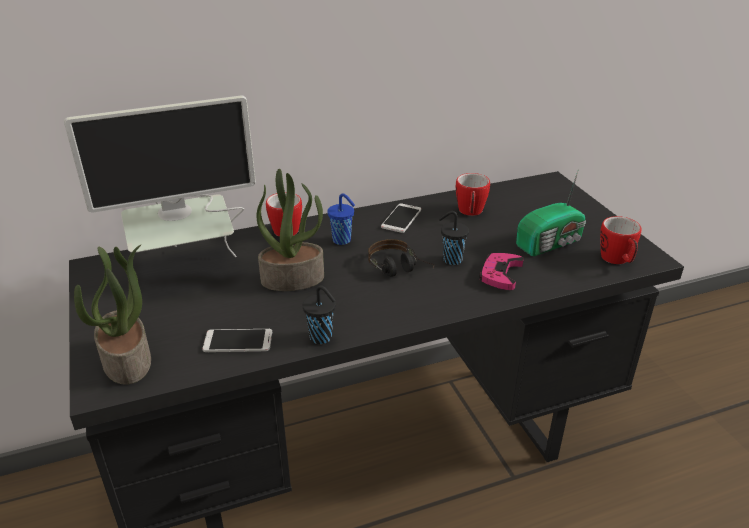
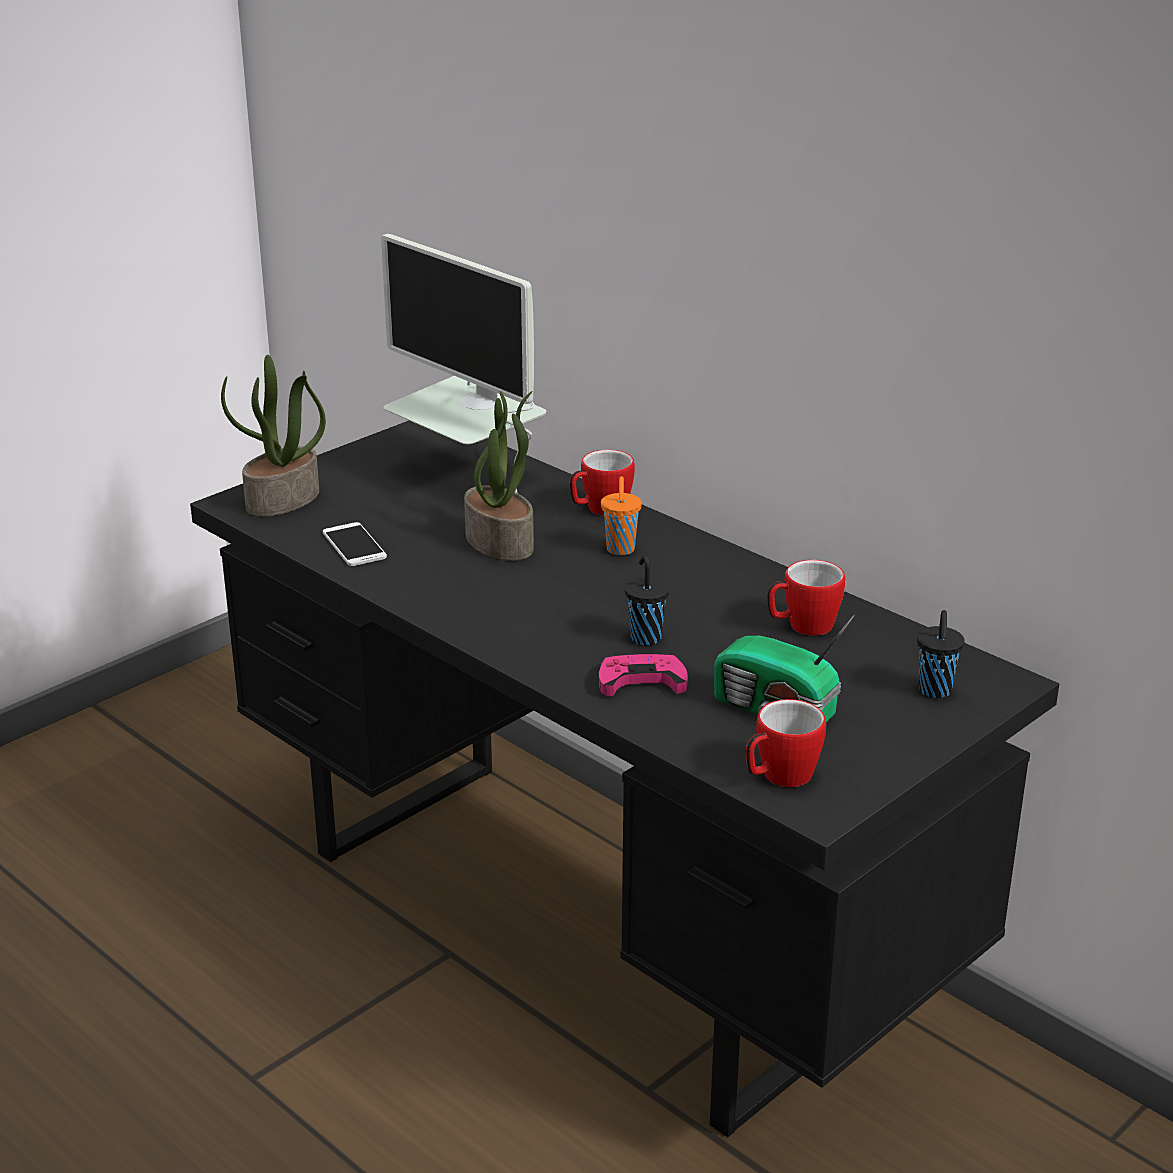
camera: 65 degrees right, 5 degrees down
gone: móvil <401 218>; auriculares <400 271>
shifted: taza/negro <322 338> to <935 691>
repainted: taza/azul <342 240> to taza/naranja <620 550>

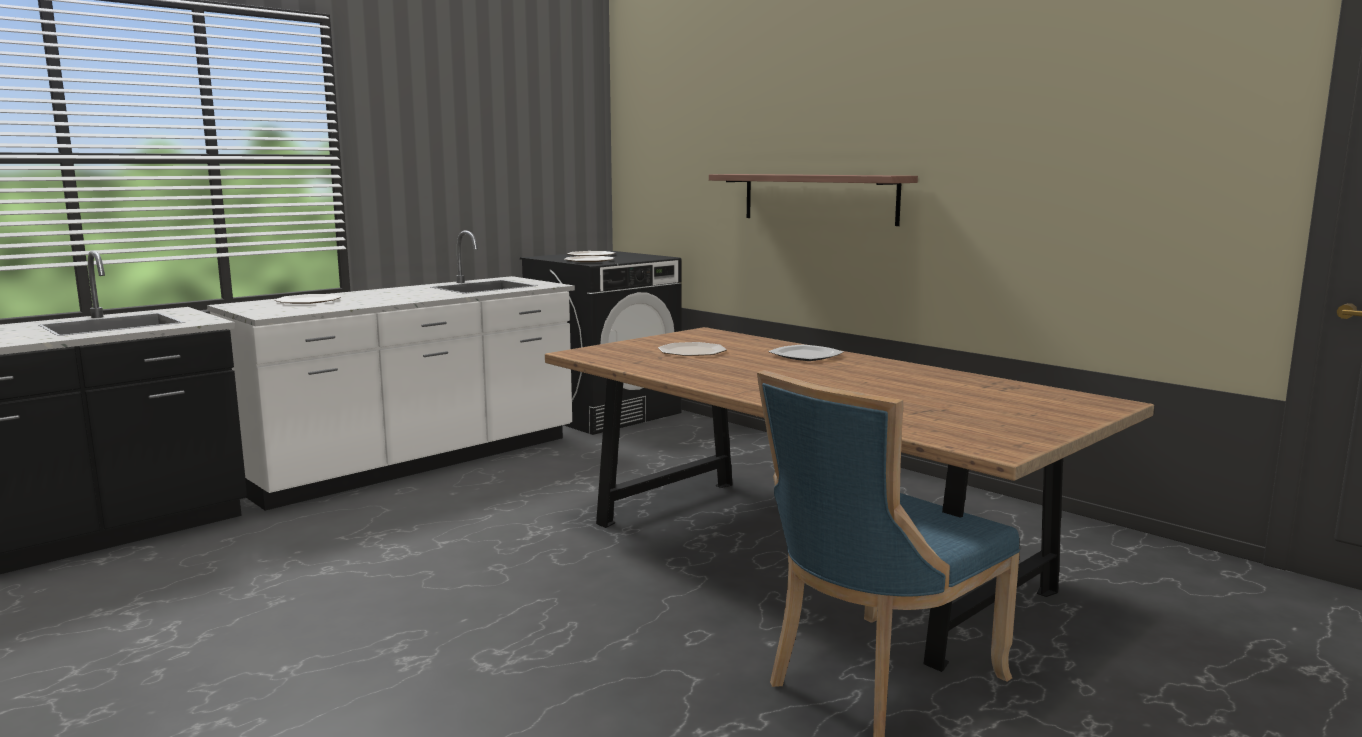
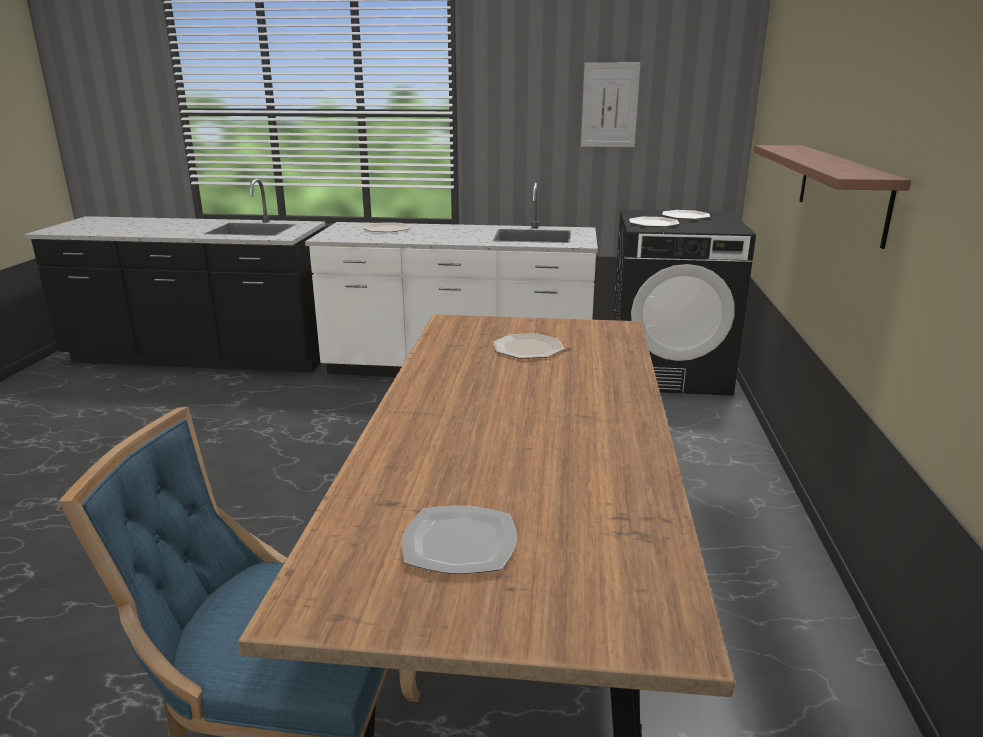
camera: 50 degrees right, 10 degrees up
new: cuadro <609 105>
shifted: plato <806 355> to <460 543>

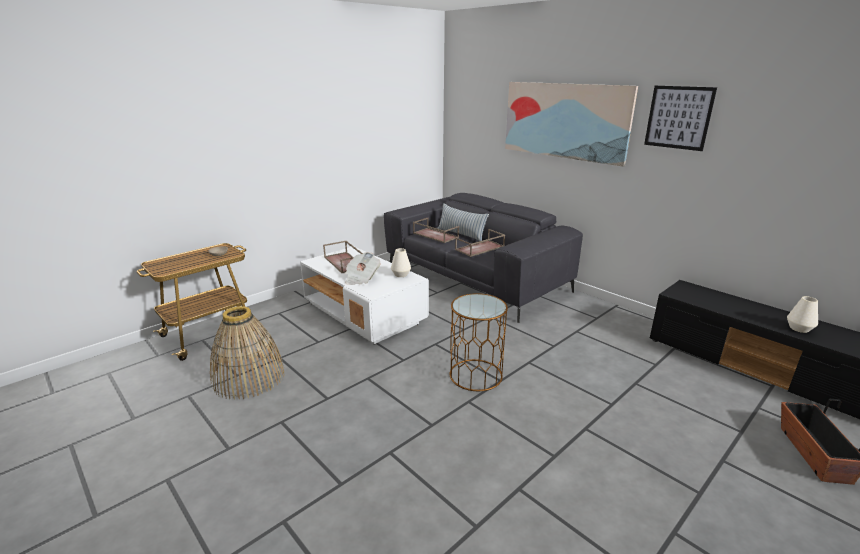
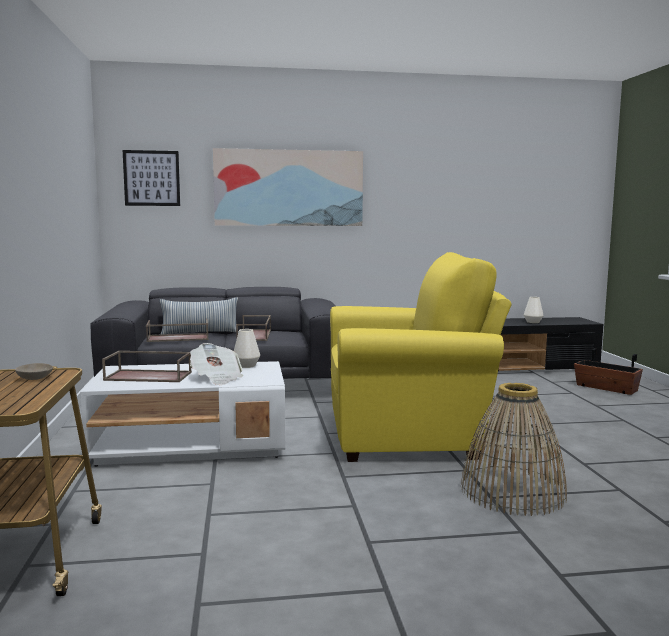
camera: 55 degrees left, 15 degrees down
shifted: cuadro <678 117> to <151 178>; cesta <248 377> to <512 492>
swapped: mesa auxiliar/marrón <475 375> to sillón/amarillo <409 434>

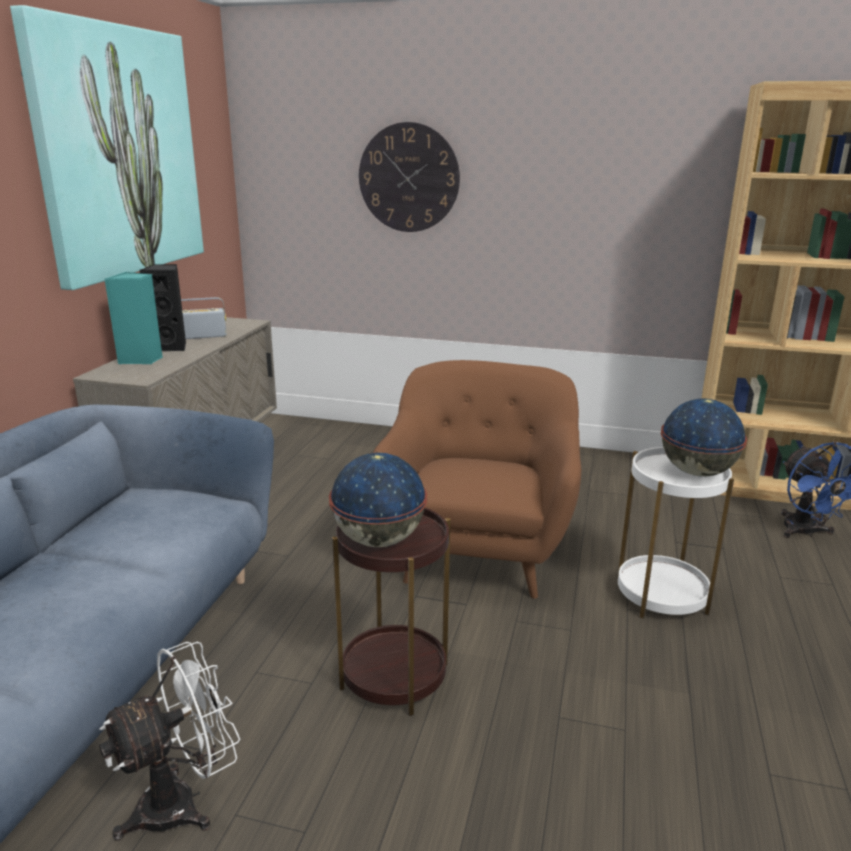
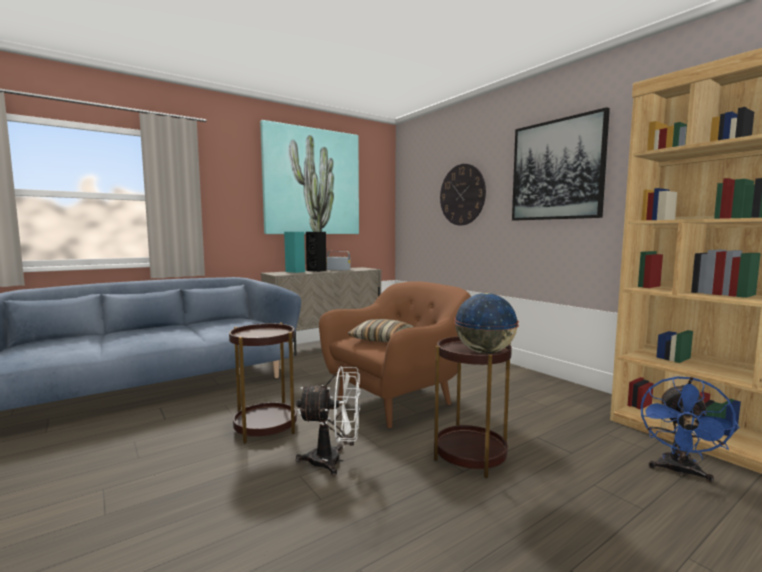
camera: 40 degrees right, 15 degrees down
gone: globo terráqueo <378 540>
new: cuadro <556 170>; cojín <381 339>
shifted: ventilador/blanco <183 802> to <333 461>
repainted: mesa auxiliar/blanco <661 595> to mesa auxiliar/marrón <470 456>

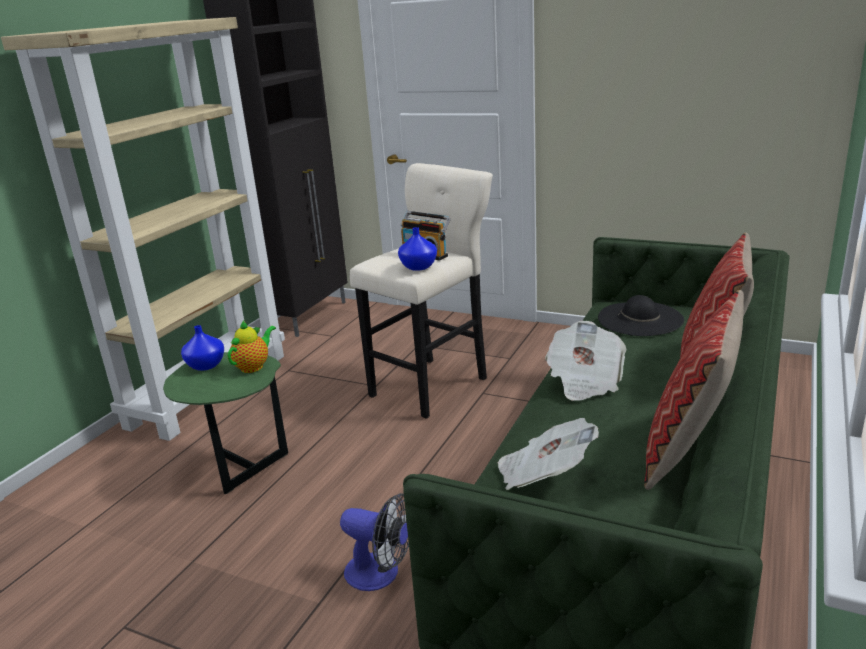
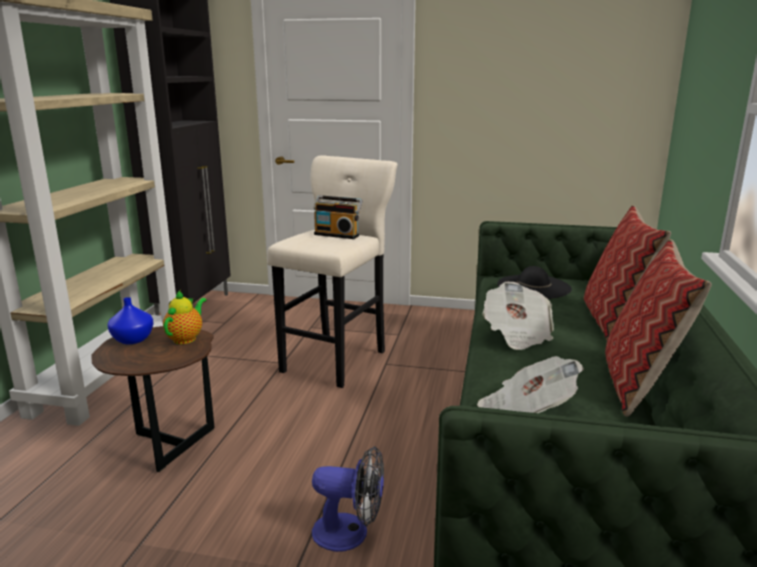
camera: 15 degrees left, 5 degrees down
gone: florero/azul <418 267>
repainted: mesa auxiliar/verde <240 466> to mesa auxiliar/marrón <166 444>

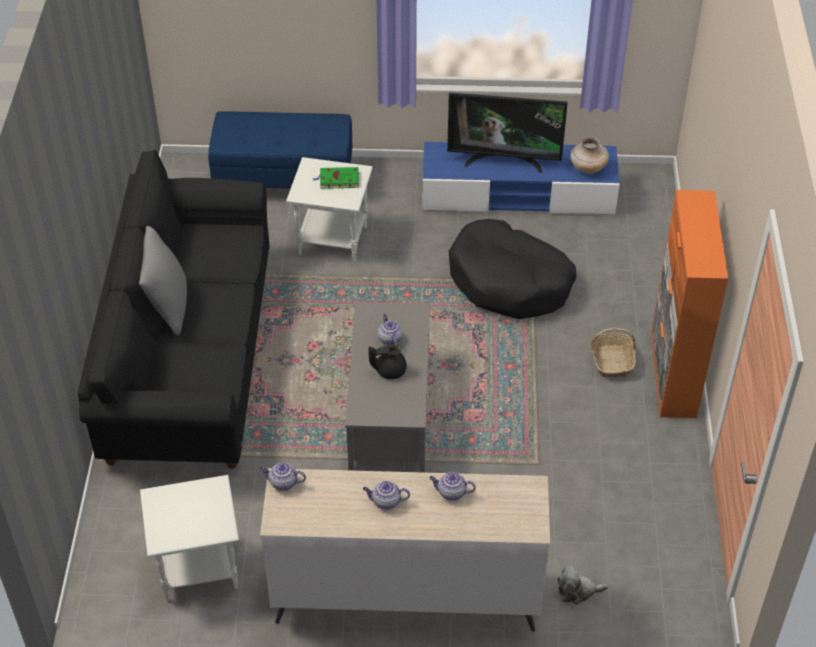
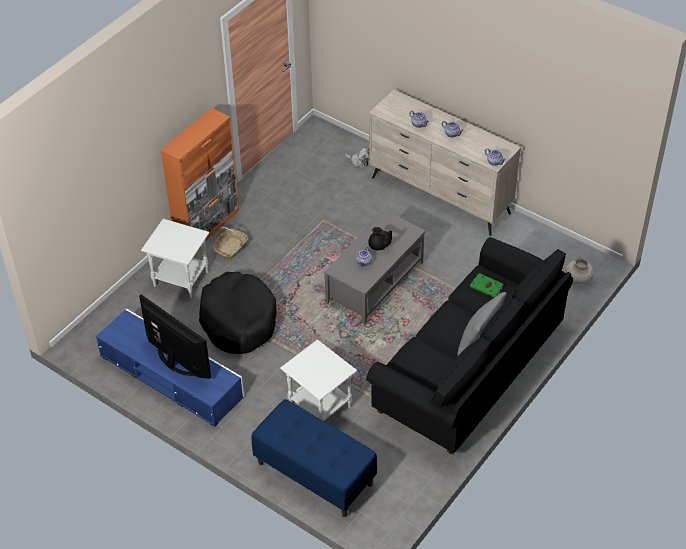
camera: 145 degrees left, 0 degrees up
shifted: florero/beis <587 168> to <578 279>; libro/verde <338 180> to <487 287>; mesa auxiliar/blanco <197 568> to <181 279>

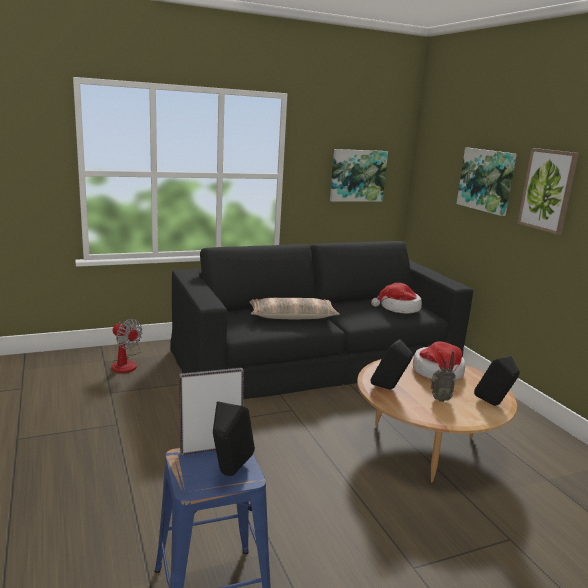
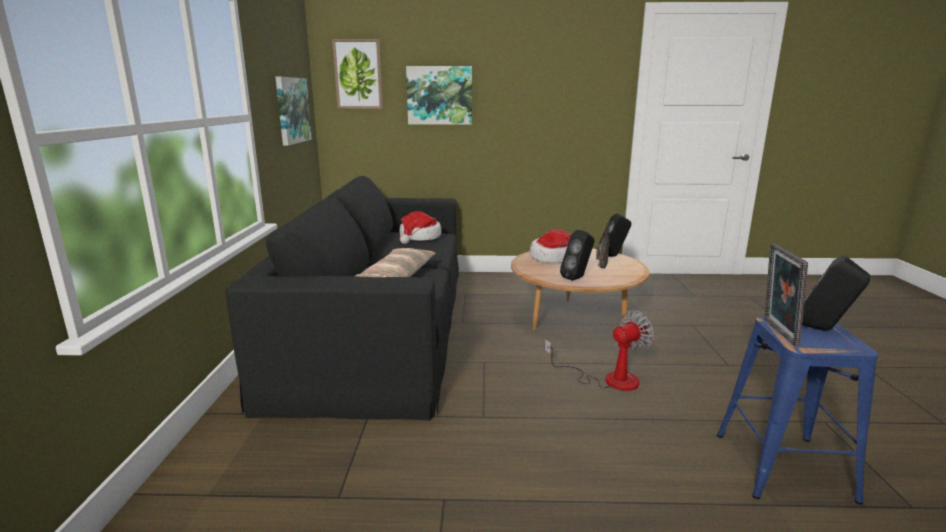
camera: 65 degrees left, 0 degrees up
shifted: cuadro <548 190> to <358 74>; ventilador <126 363> to <608 379>

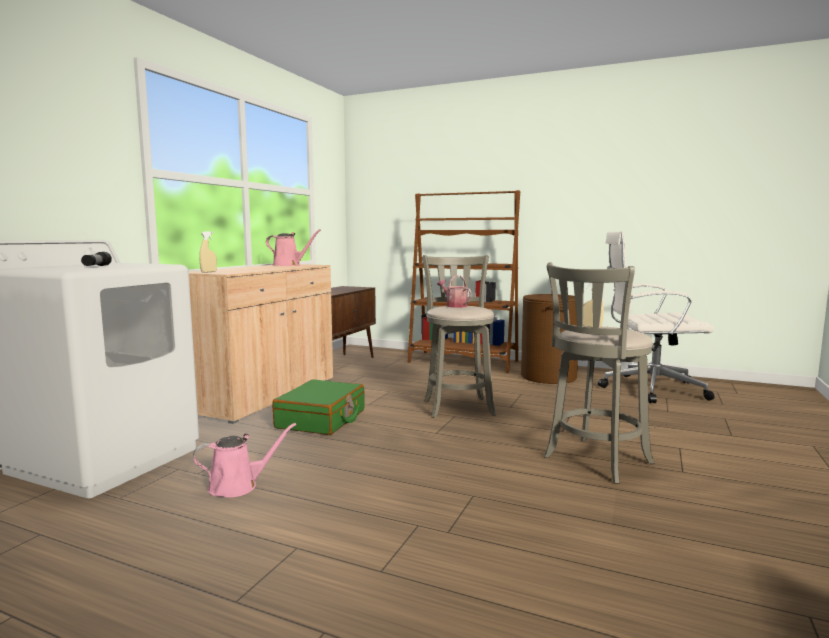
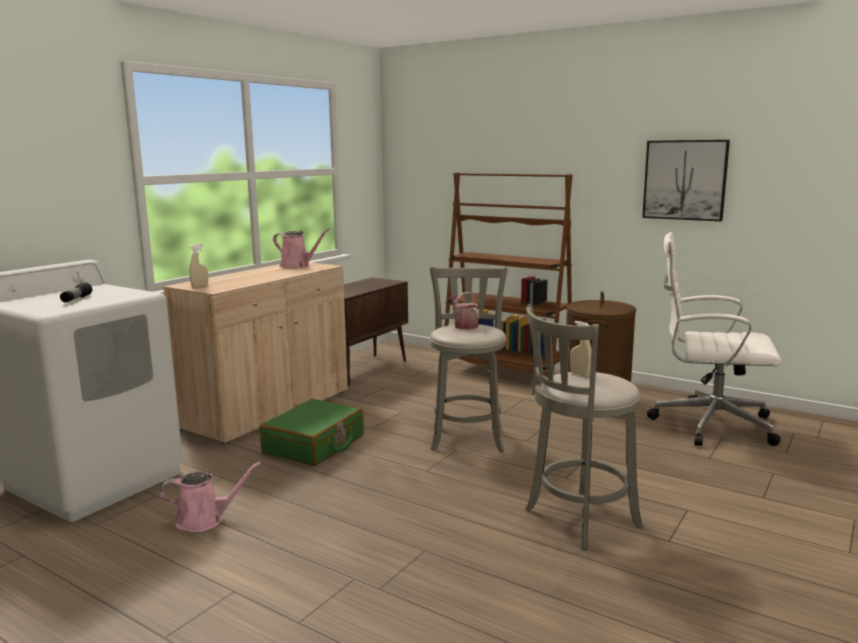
camera: 10 degrees right, 5 degrees up
new: cuadro <685 180>

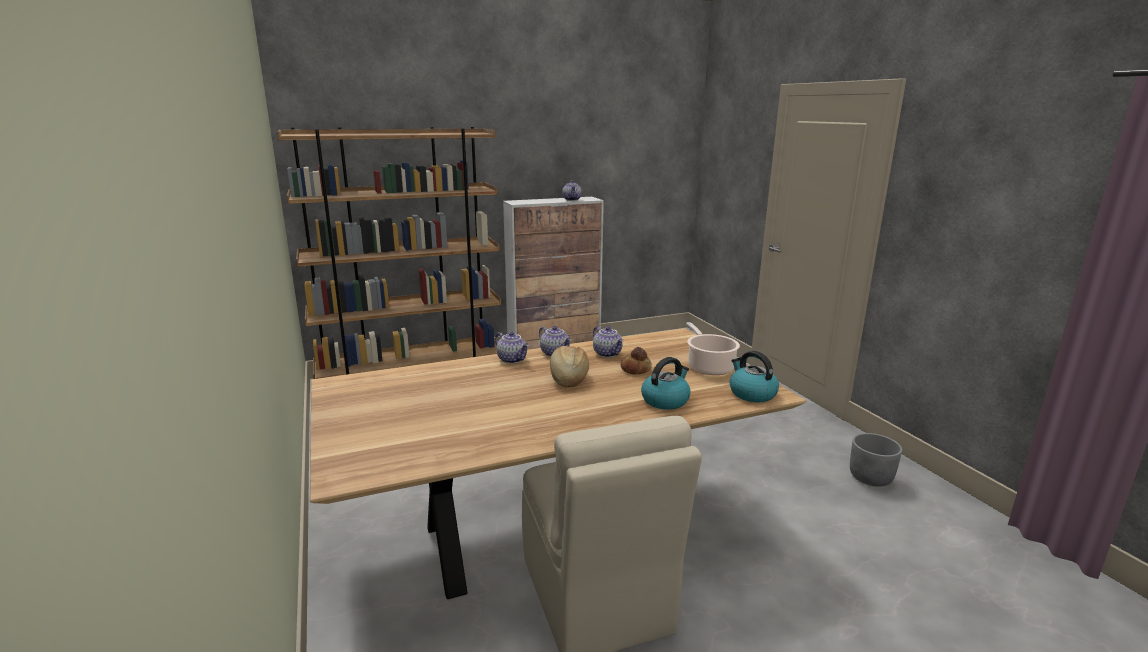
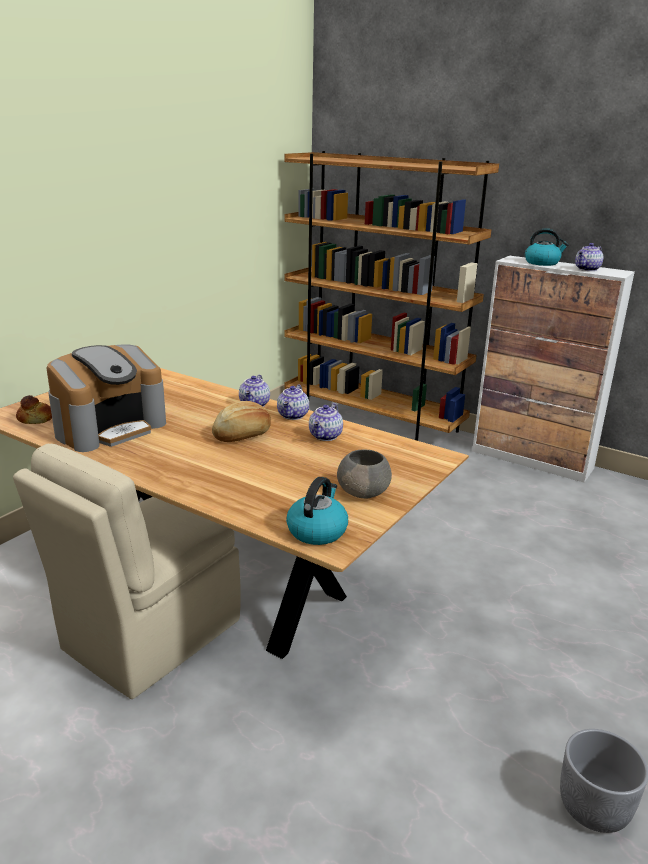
camera: 55 degrees right, 5 degrees up
new: cafetera <110 428>
shifted: pan <635 369> to <36 419>; hervidor <665 400> to <542 263>
swapped: olla <709 367> to cuenco/gris <364 492>

